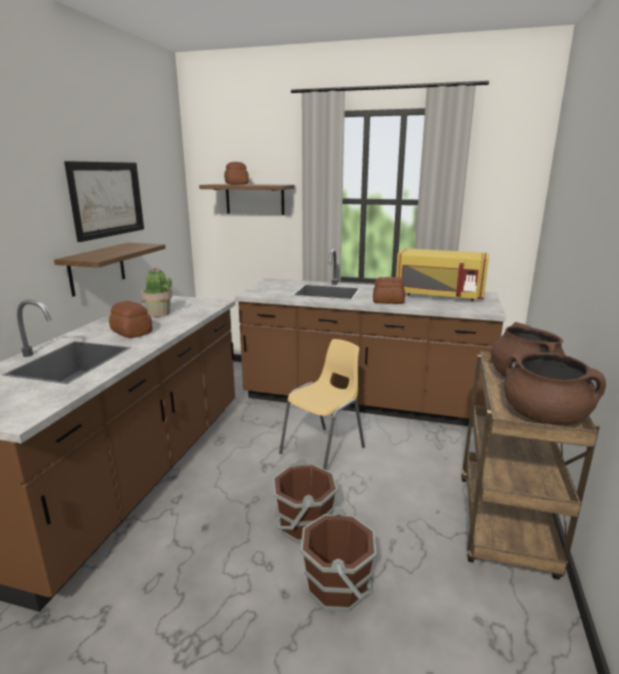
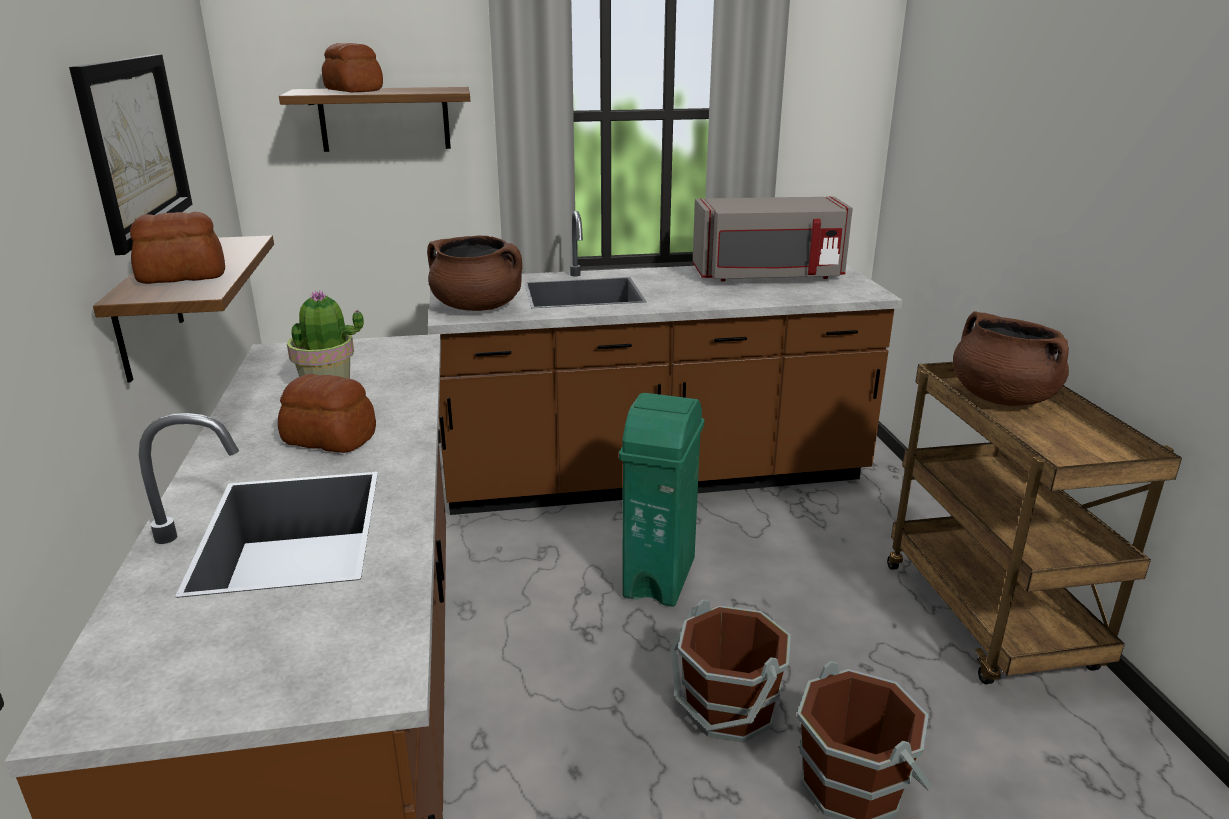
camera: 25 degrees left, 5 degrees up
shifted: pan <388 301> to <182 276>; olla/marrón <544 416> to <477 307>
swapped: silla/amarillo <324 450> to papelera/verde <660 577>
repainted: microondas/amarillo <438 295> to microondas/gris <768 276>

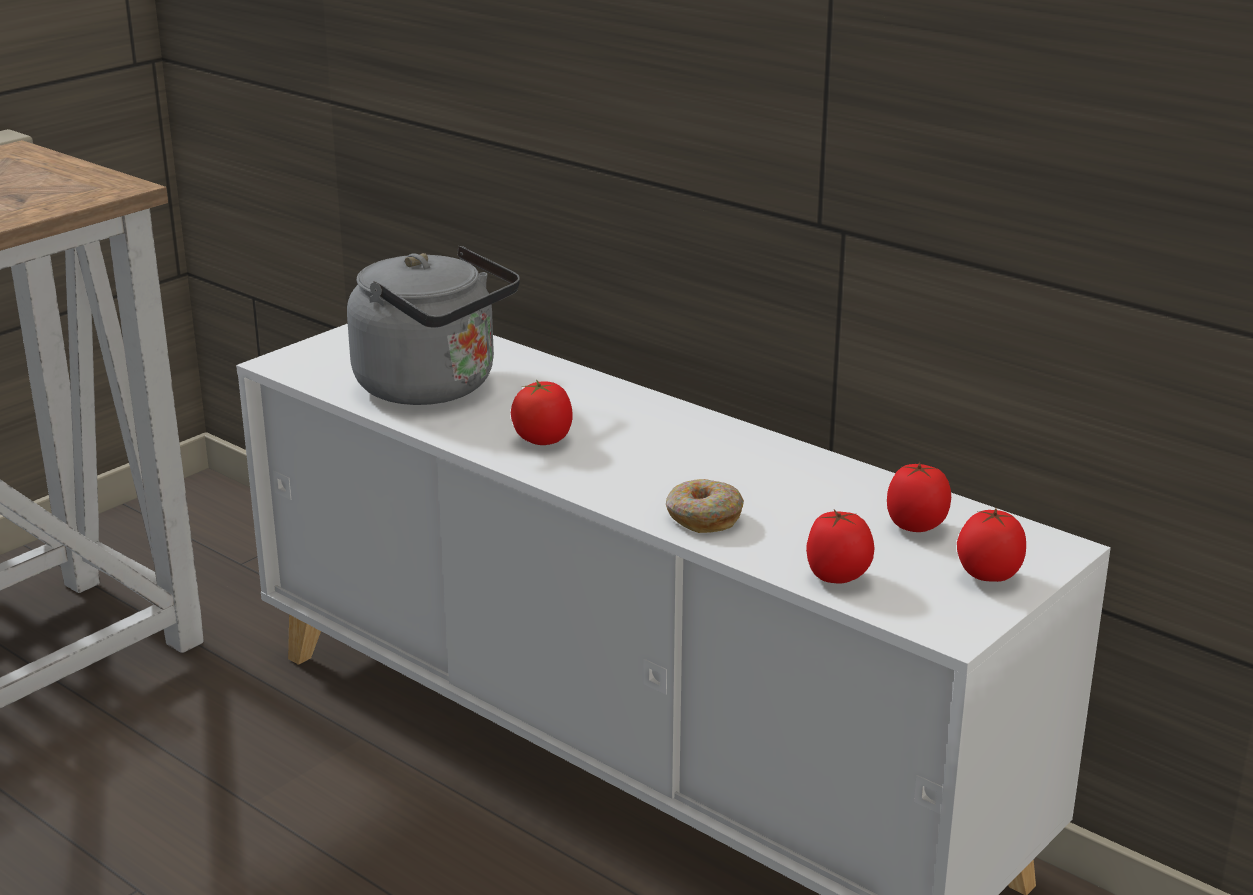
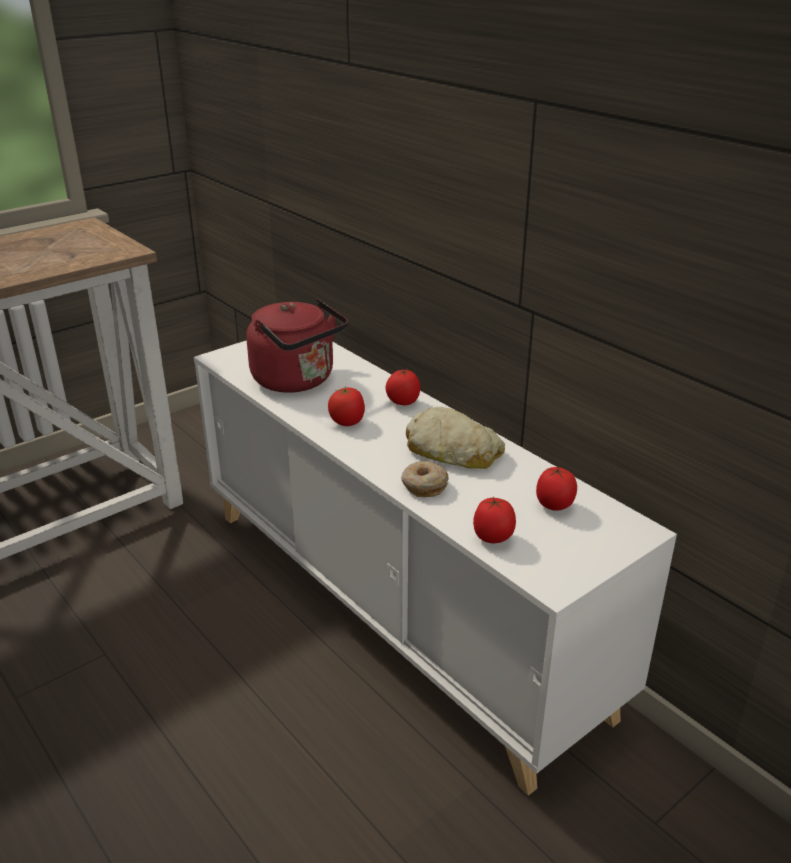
camera: 10 degrees right, 5 degrees up
new: pan <452 450>
shifted: tomate <987 576> to <402 403>
repainted: hervidor/gris <434 387> to hervidor/rojo <297 381>

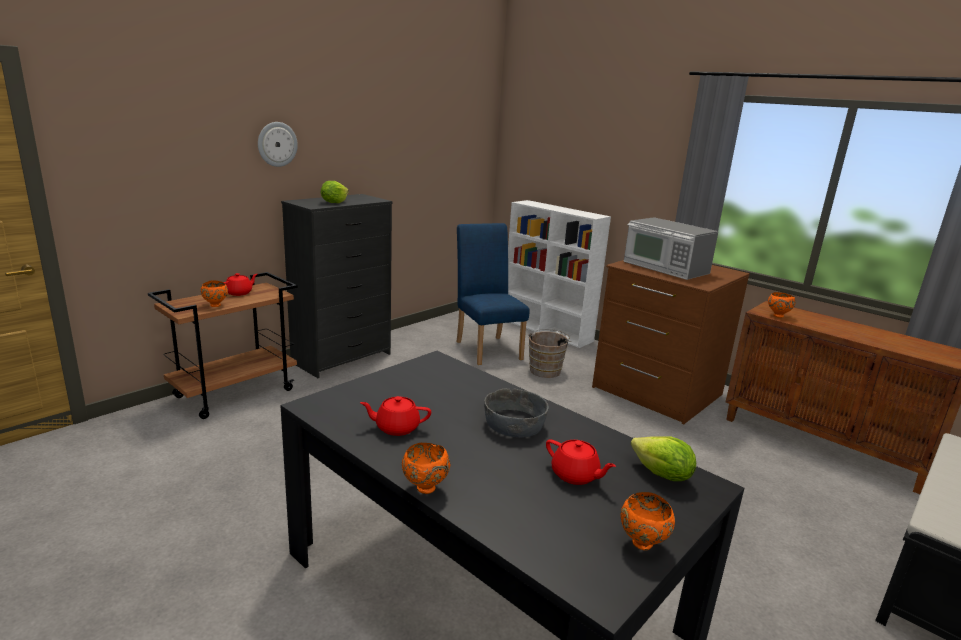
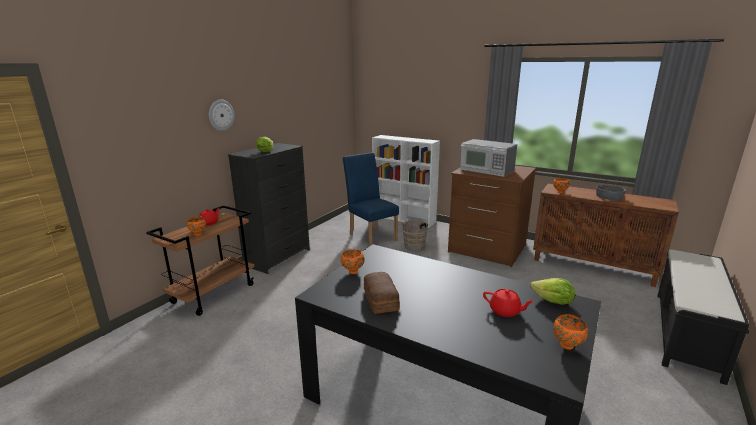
camera: 10 degrees left, 0 degrees up
shifted: cuenco/gris <515 424> to <609 197>; cuenco/naranja <424 488> to <352 272>
swapped: tetera/rojo <396 427> to pan <380 300>

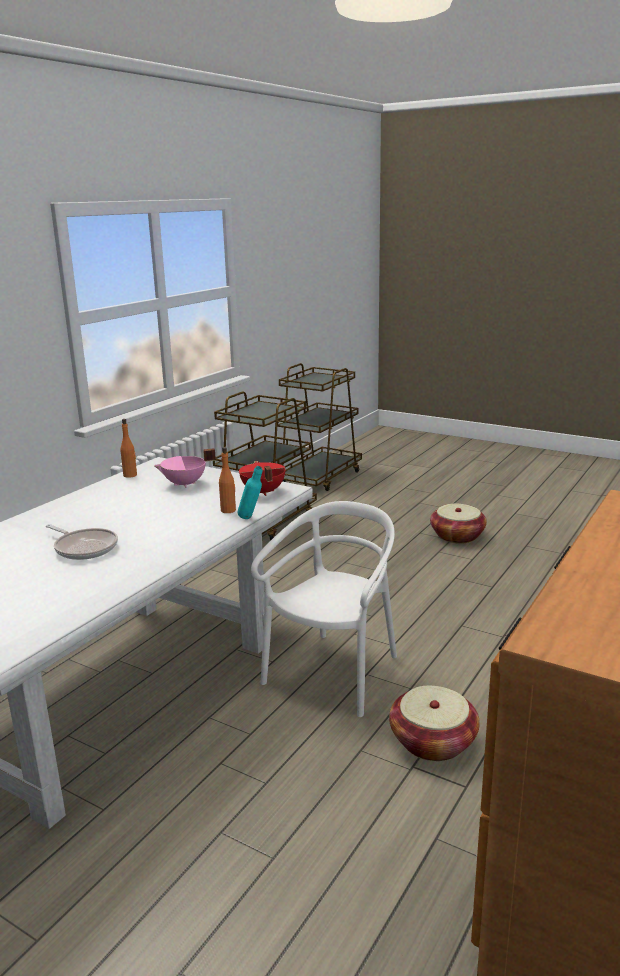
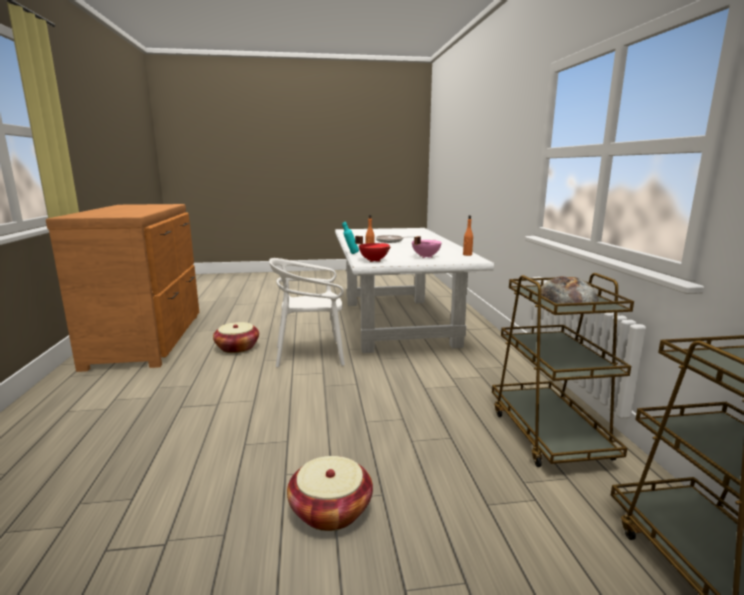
camera: 140 degrees right, 5 degrees down
new: pan <567 296>
rotated: silla/blanco <334 673> = <310 354> 90 degrees clockwise

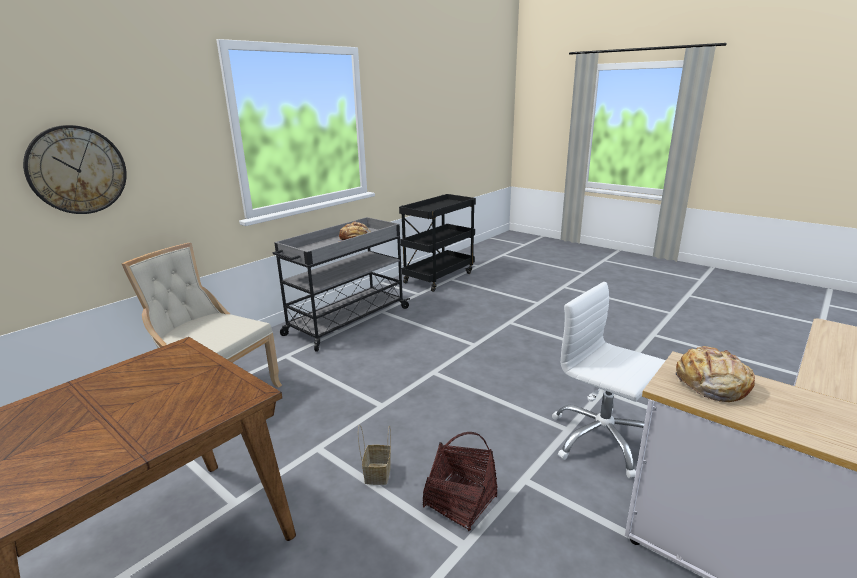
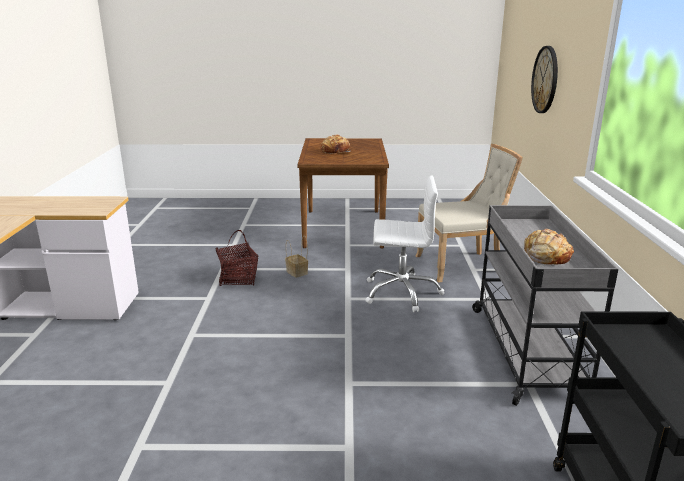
camera: 140 degrees right, 0 degrees up
shifted: silla de oficina/blanco <601 440> to <401 292>; pan <710 384> to <335 151>

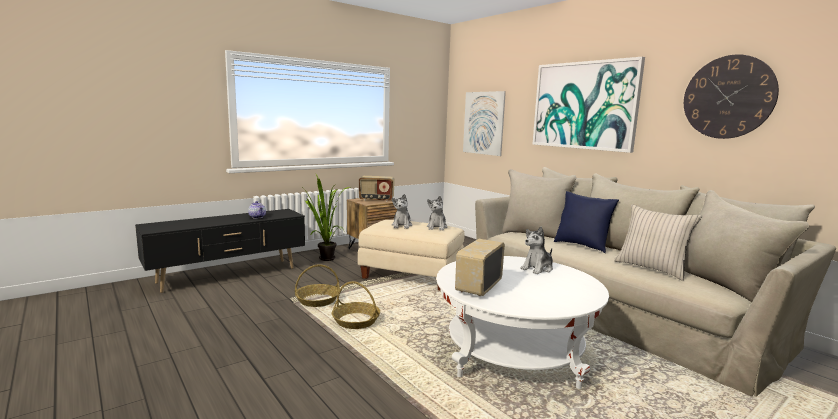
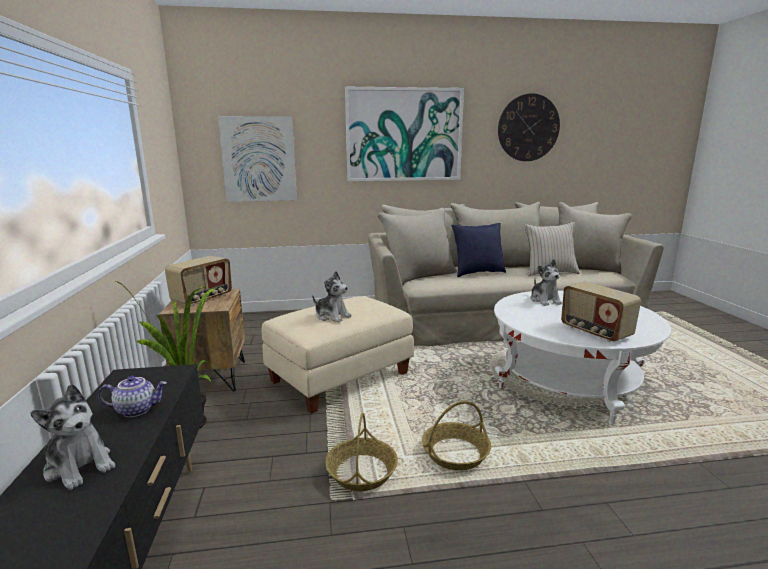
camera: 60 degrees left, 5 degrees up
shifted: peluche <437 227> to <80 465>

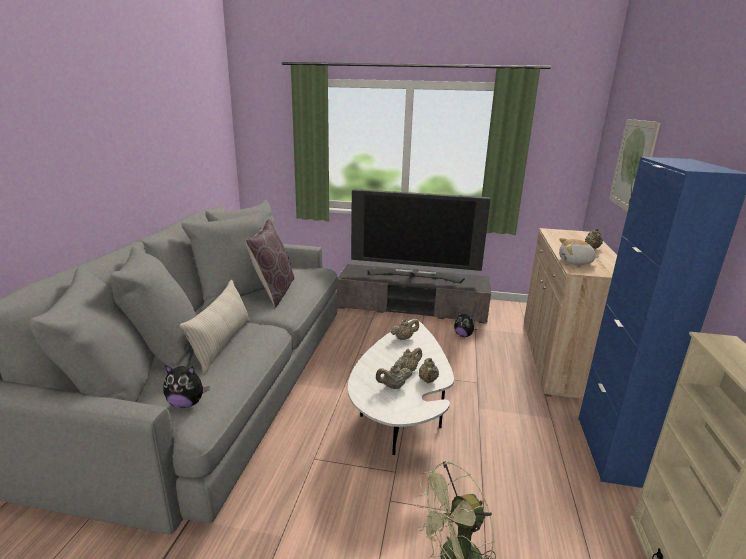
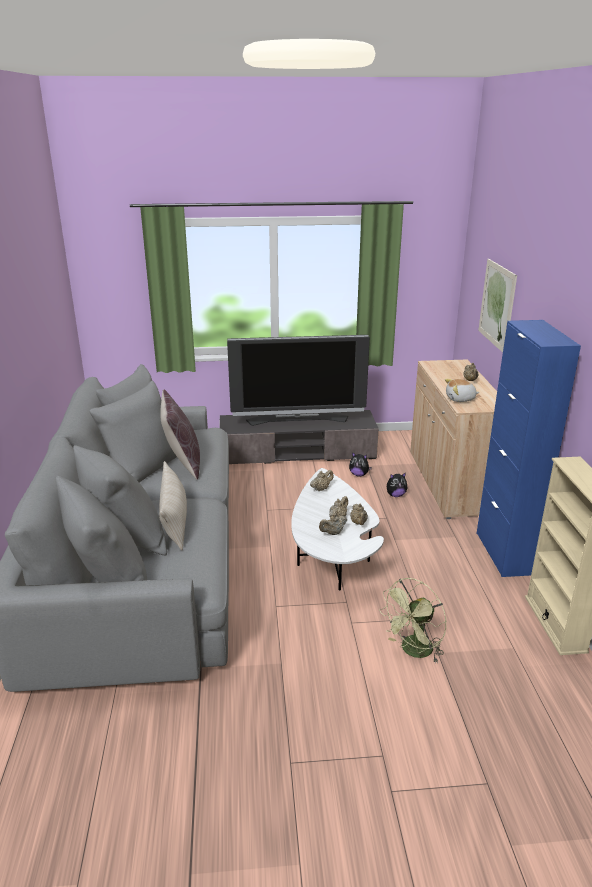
camera: 15 degrees left, 5 degrees up
shifted: peluche <187 403> to <395 495>

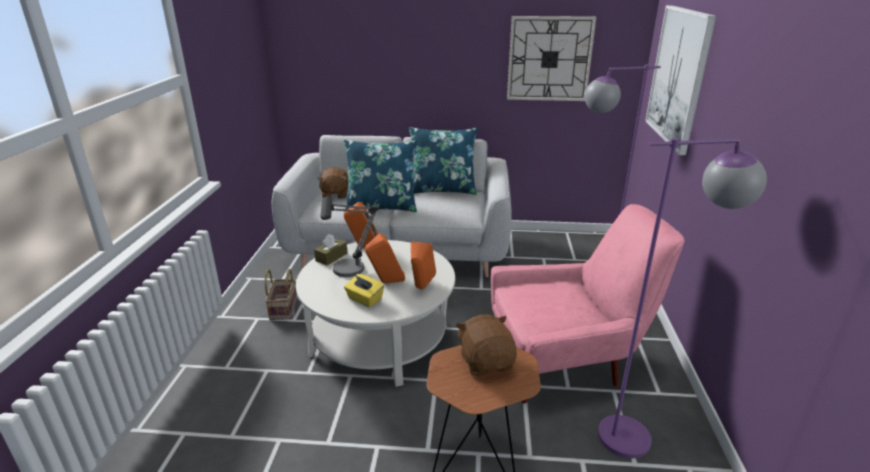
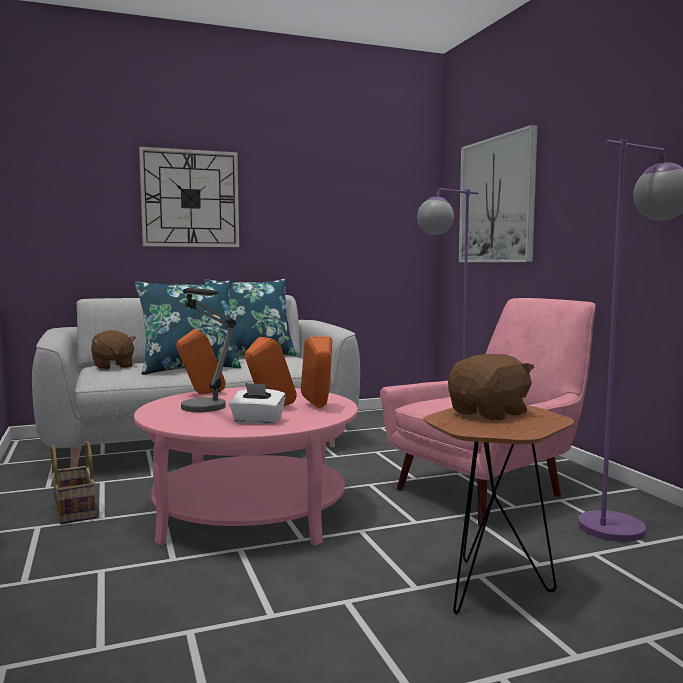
camera: 25 degrees left, 20 degrees down
gone: caja de pañuelos/marrón <331 257>
shifted: reloj de pared <549 59> to <190 198>
repainted: mesa de centro/blanco <380 339> to mesa de centro/rosa <250 512>; caja de pañuelos/amarillo <364 299> to caja de pañuelos/blanco <257 421>
rotated: peluche/marrón <486 362> = <490 413> 90 degrees clockwise

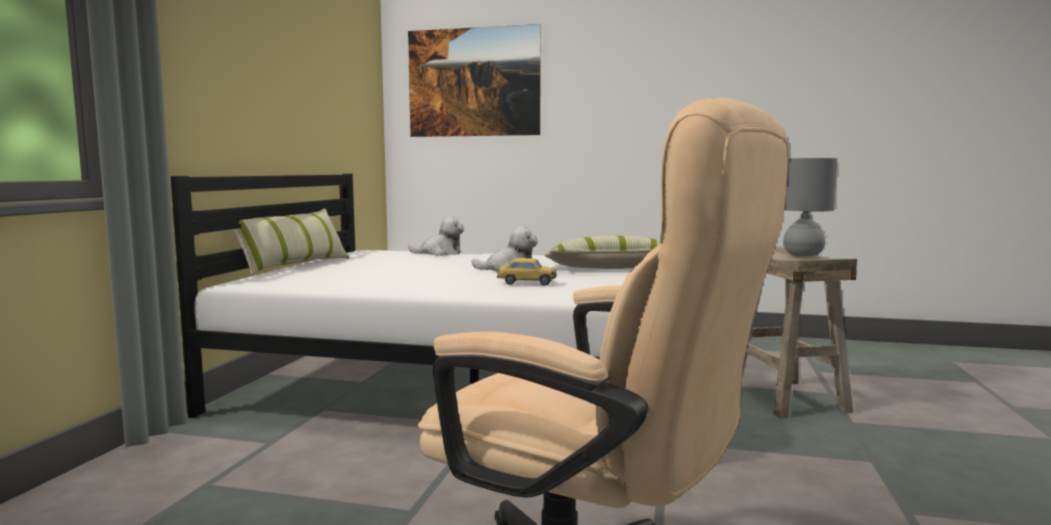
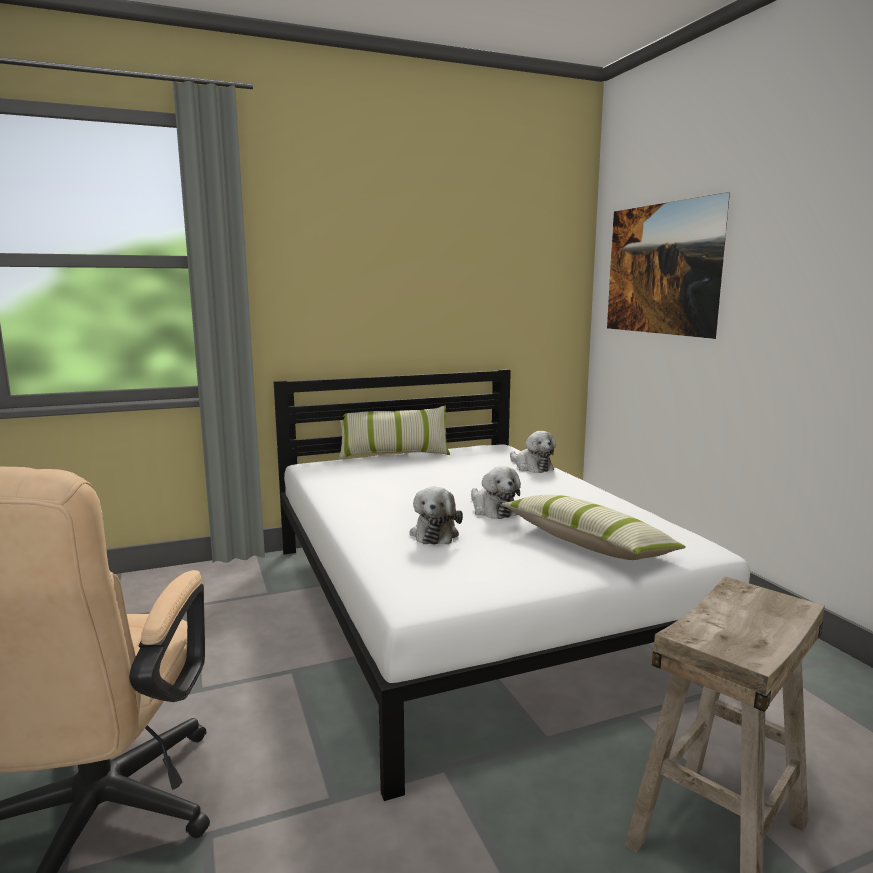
camera: 55 degrees right, 5 degrees up
gone: lámpara de mesa/gris <802 255>
swapped: coche de juguete <527 283> to peluche <435 533>

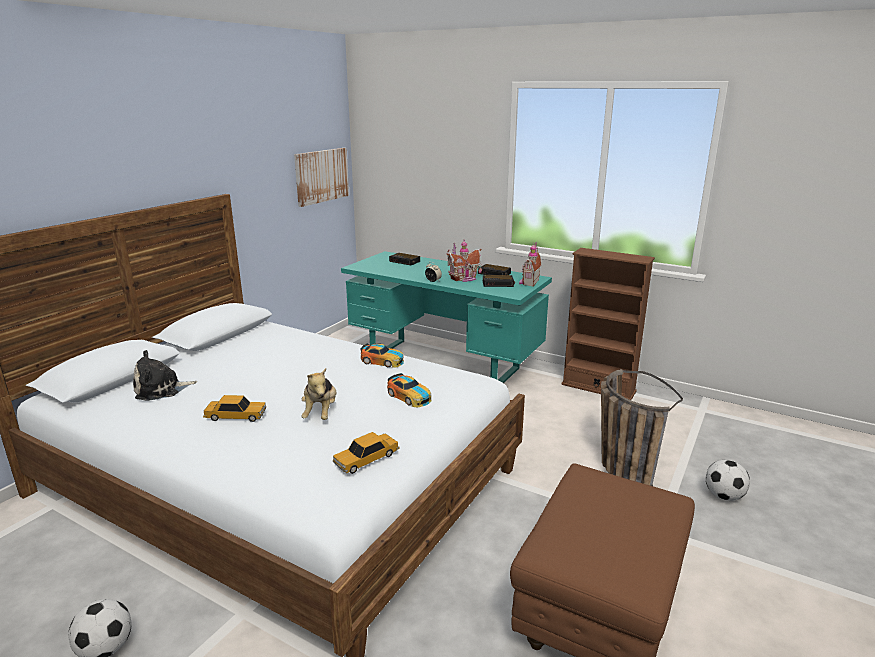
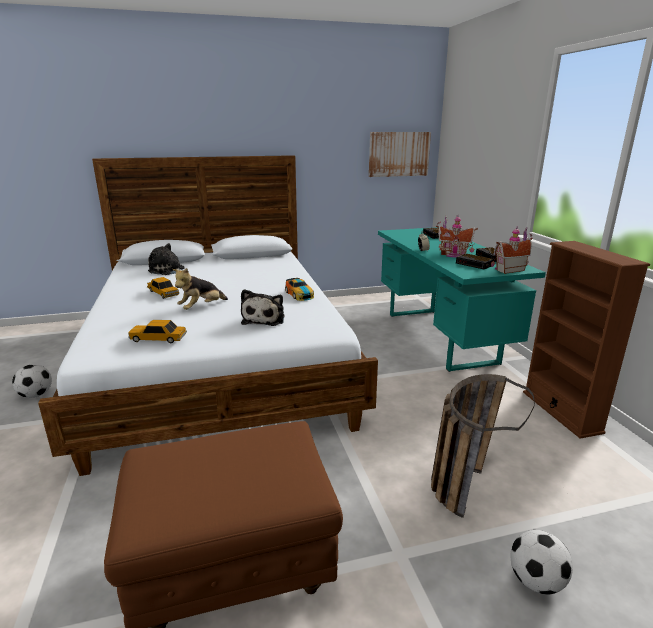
camera: 45 degrees right, 0 degrees up
swapped: coche de juguete <409 396> to peluche <264 319>

